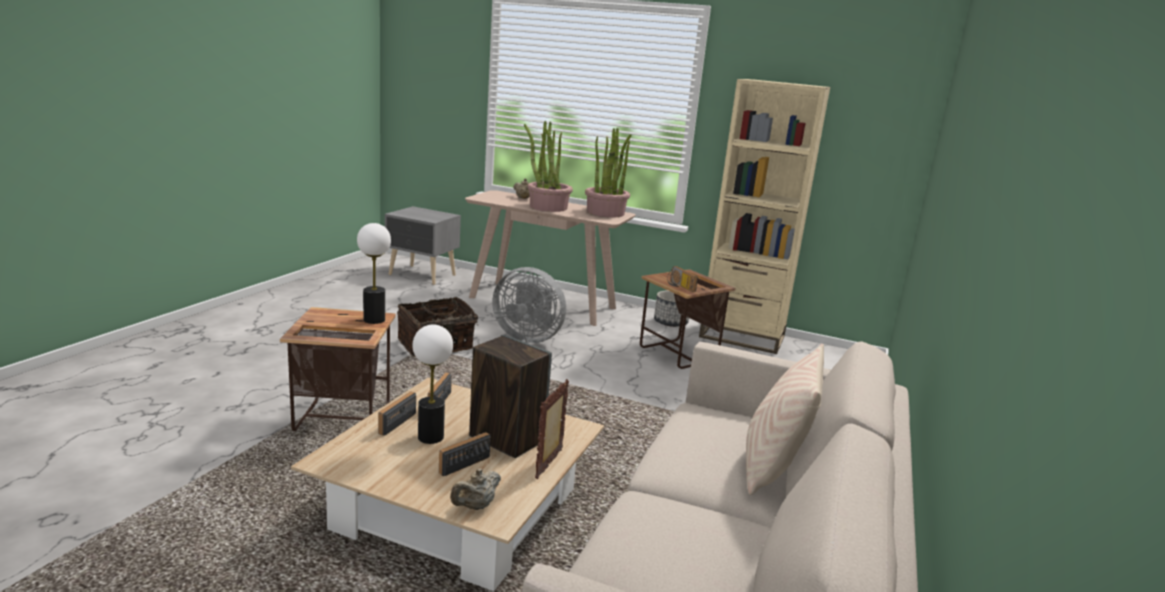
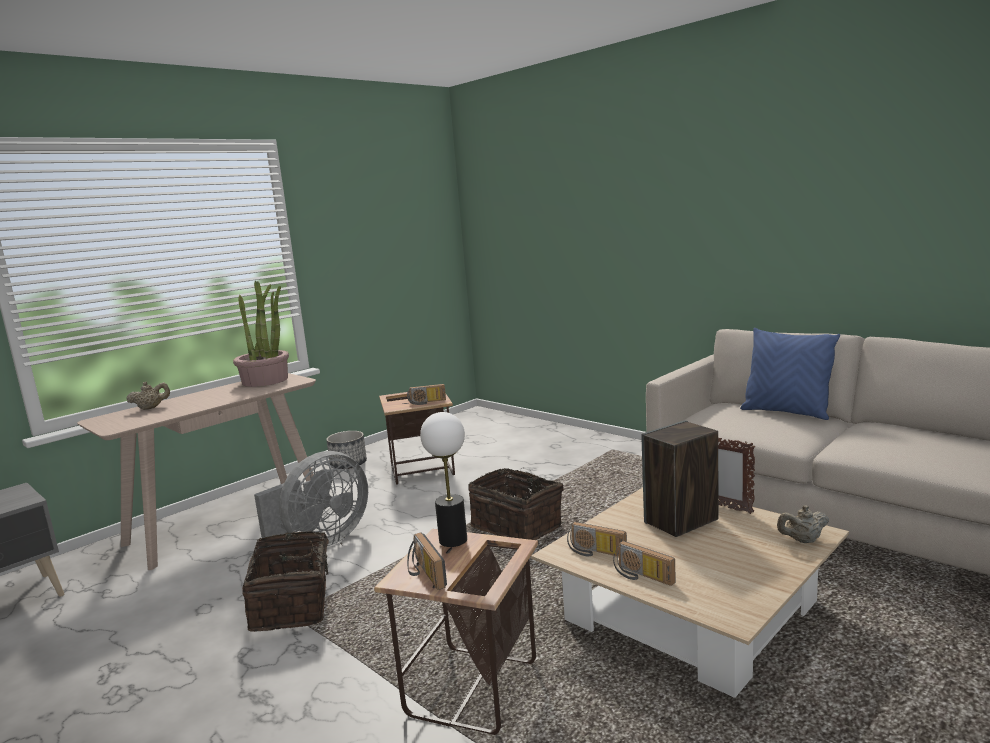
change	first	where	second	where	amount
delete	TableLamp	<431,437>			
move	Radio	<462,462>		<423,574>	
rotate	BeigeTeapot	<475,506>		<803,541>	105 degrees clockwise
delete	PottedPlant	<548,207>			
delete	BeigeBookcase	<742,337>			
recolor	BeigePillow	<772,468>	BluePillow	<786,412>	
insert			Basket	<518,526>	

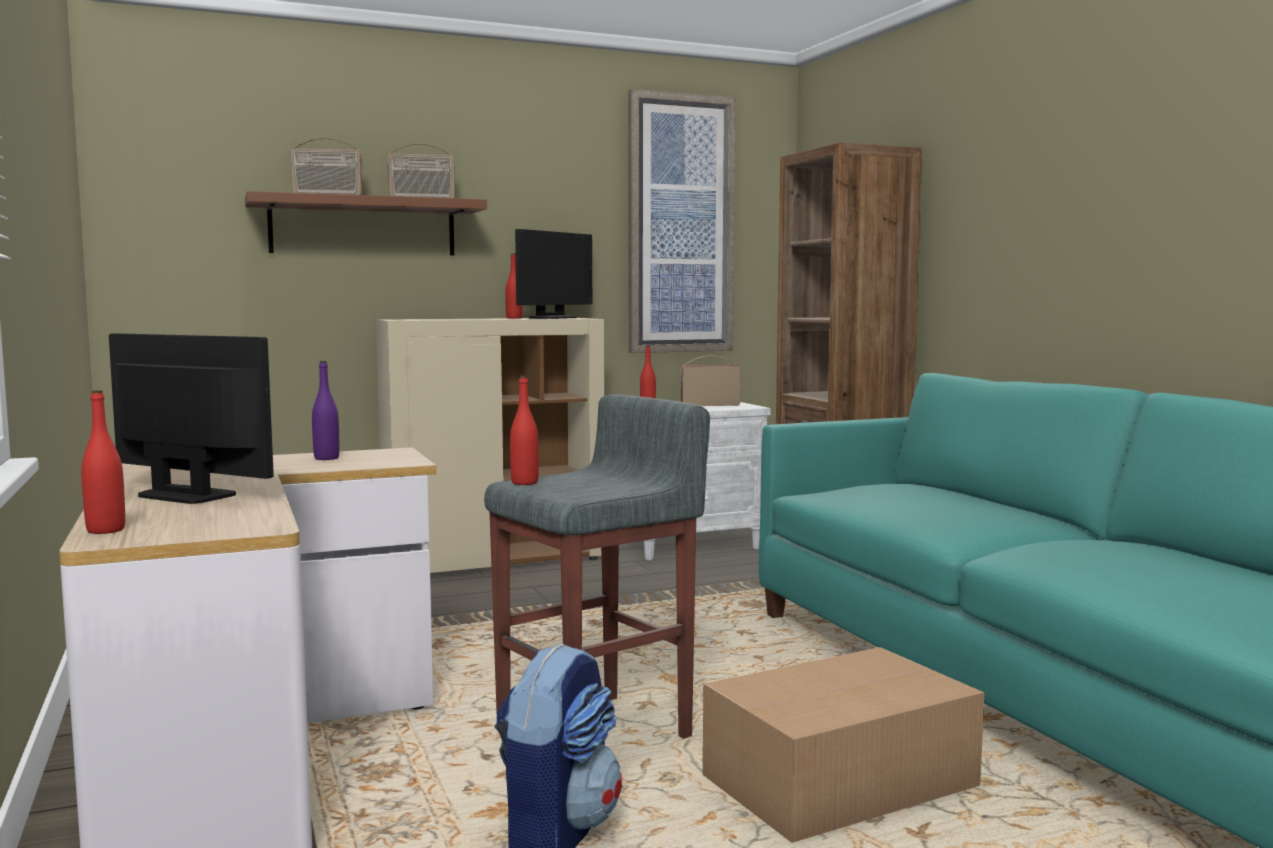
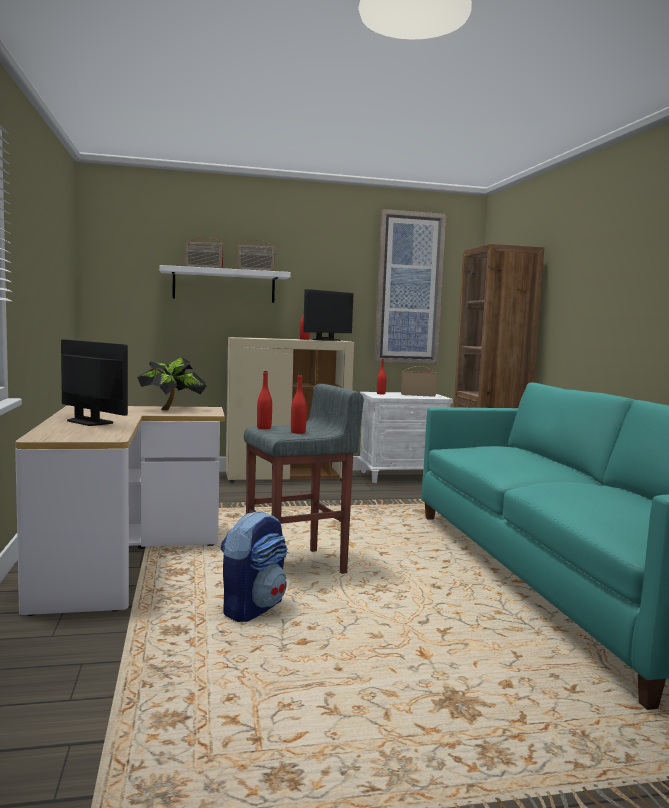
change	first	where	second	where	amount
move	RedBottle	<106,530>		<298,432>	
recolor	BrownShelf	<363,227>	WhiteShelf	<224,285>	
replace	PurpleBottle	<326,458>	PottedPlant	<172,409>	
delete	CardboardBox	<844,781>			

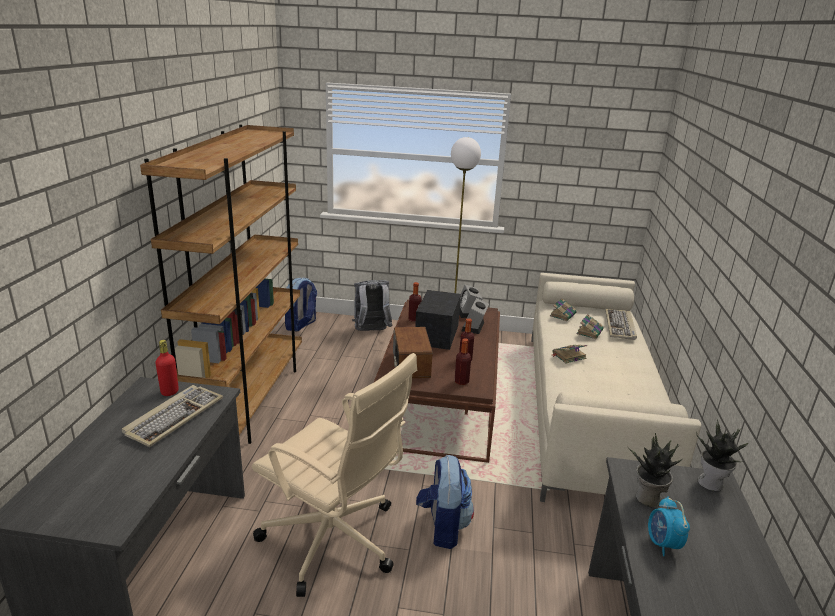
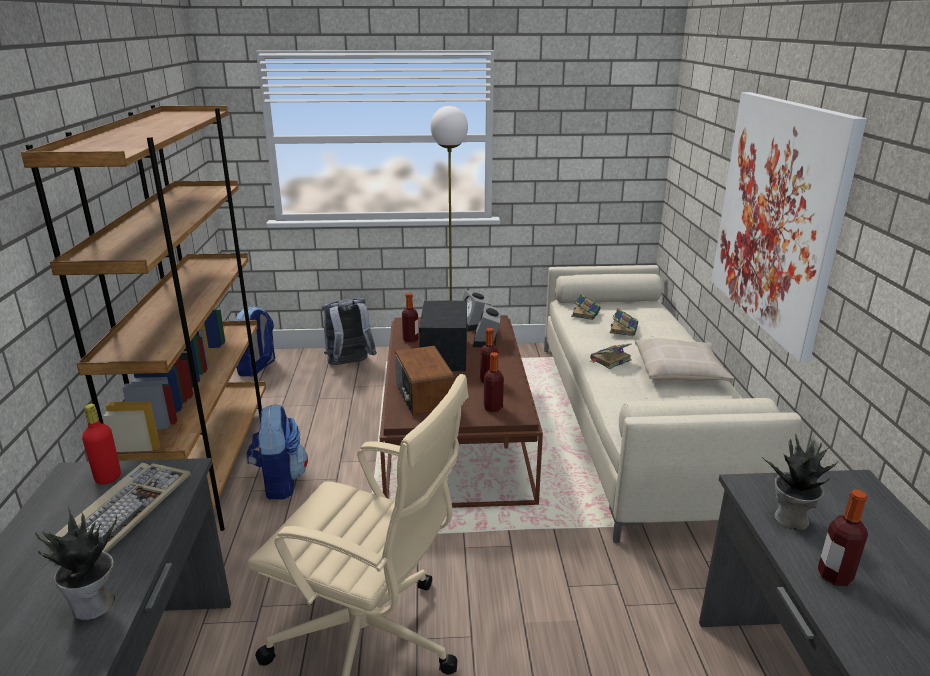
change	first	where	second	where	amount
move	Backpack	<443,527>		<279,482>	
delete	Keyboard	<620,326>			
replace	AlarmClock	<662,544>	Bottle	<834,576>	
move	PottedPlant	<711,483>		<95,605>	
insert			BeigePillow	<680,371>	
insert			Picture	<778,216>	

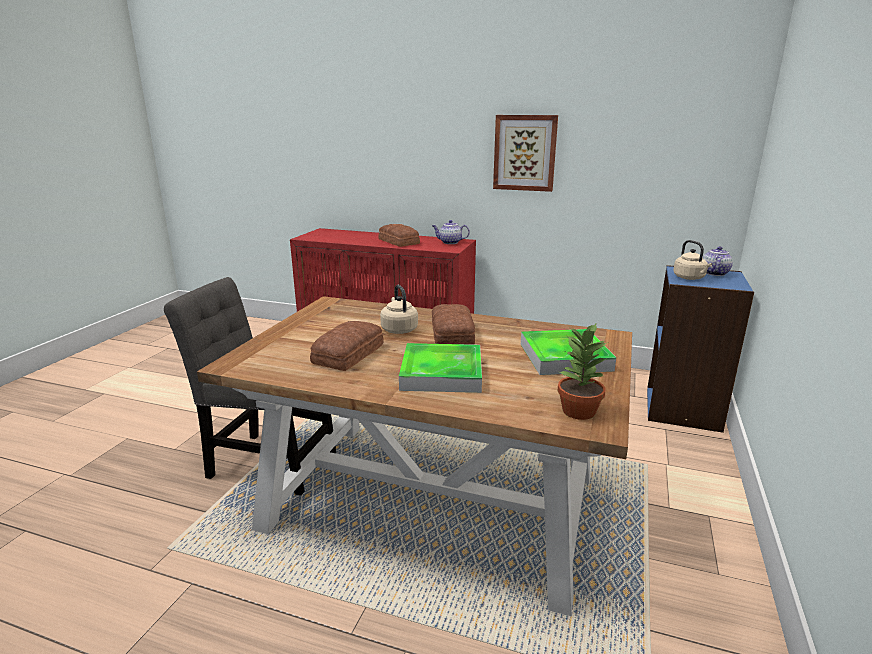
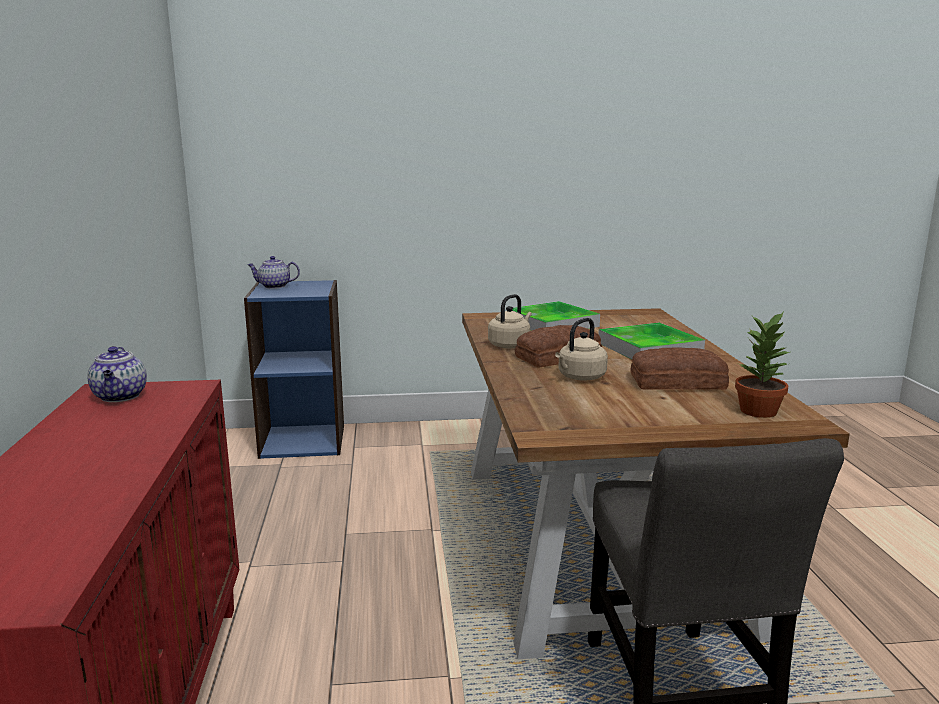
change	first	where	second	where	amount
delete	Bread	<398,242>			
delete	Picture	<525,153>			
move	PottedPlant	<578,411>		<759,411>	
move	BeigeKettle	<690,278>		<510,345>	

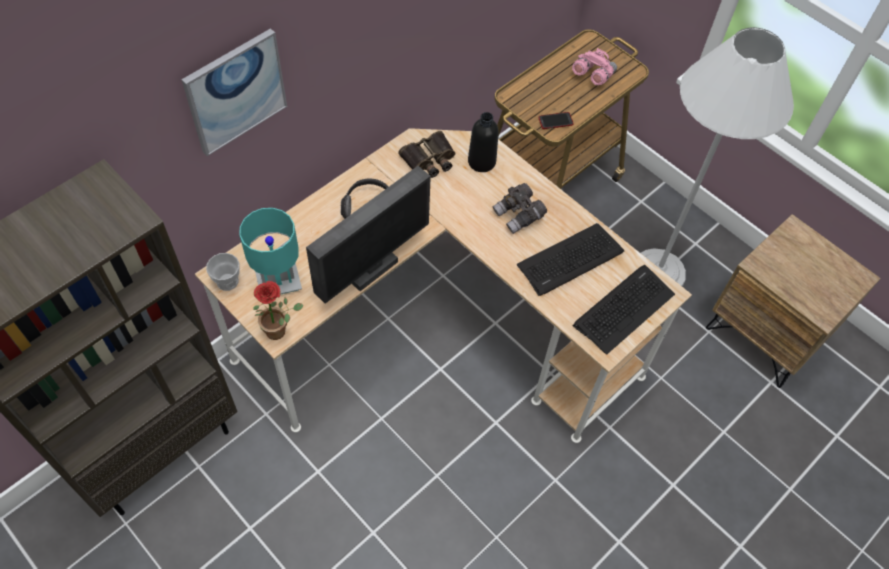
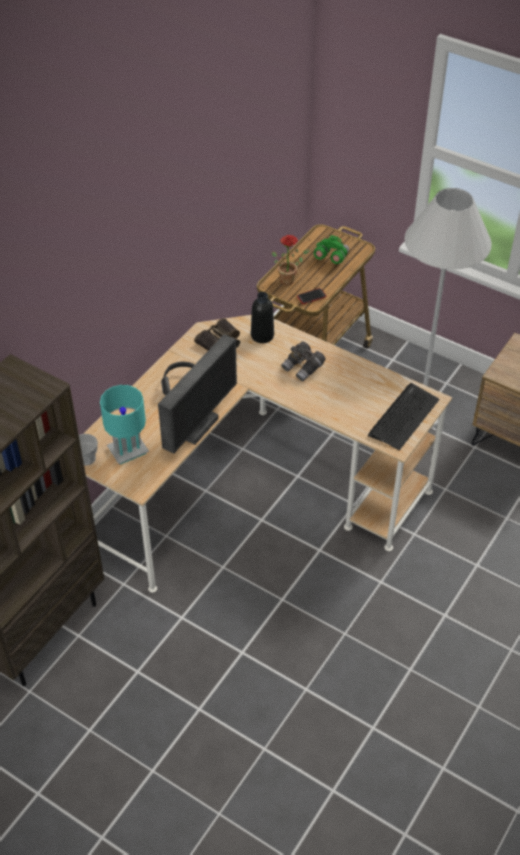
change	first	where	second	where	amount
delete	Picture	<235,91>			
move	PottedPlant	<280,330>		<289,280>	
delete	Keyboard	<570,260>			
recolor	PinkBinoculars	<592,75>	GreenBinoculars	<331,258>	

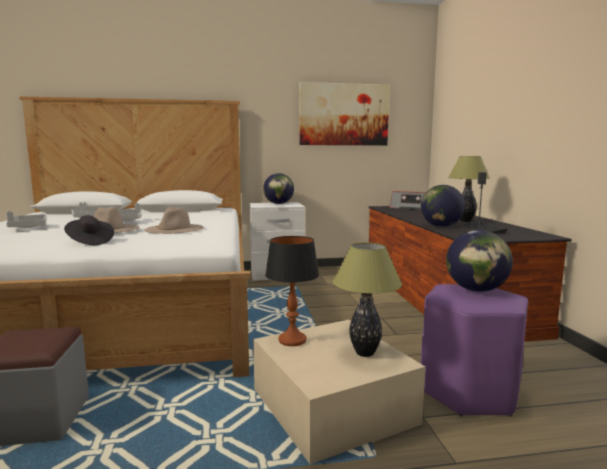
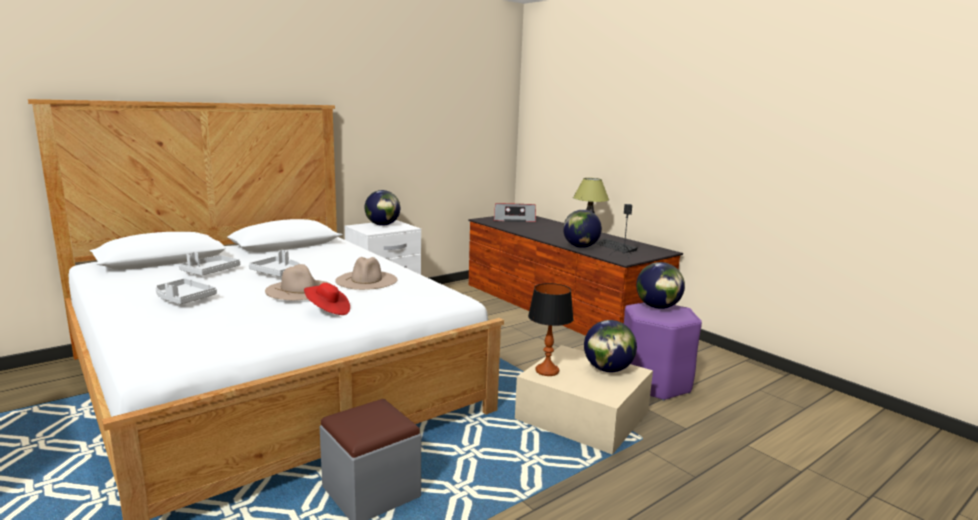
change	first	where	second	where	amount
recolor	BlackHat	<90,242>	RedHat	<327,311>	
delete	Picture	<344,115>			
replace	TableLamp	<364,353>	Globe	<607,369>	

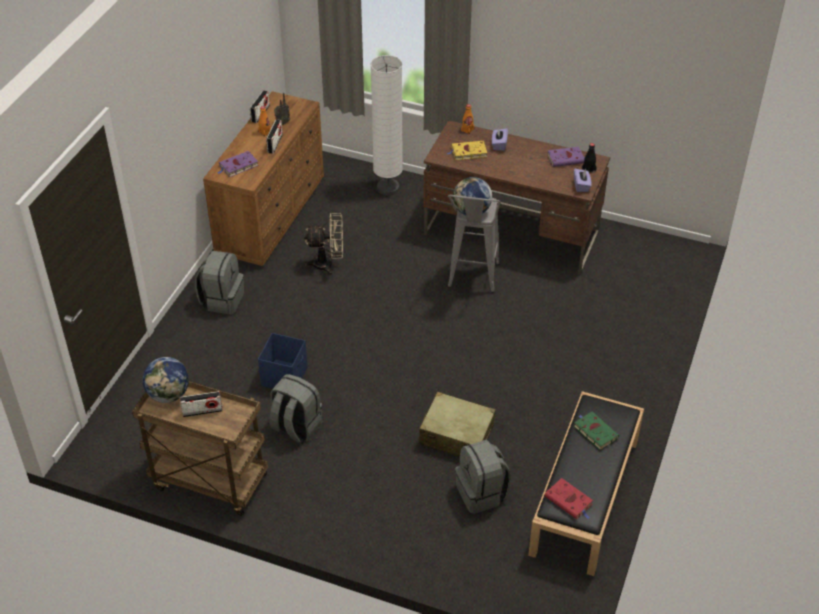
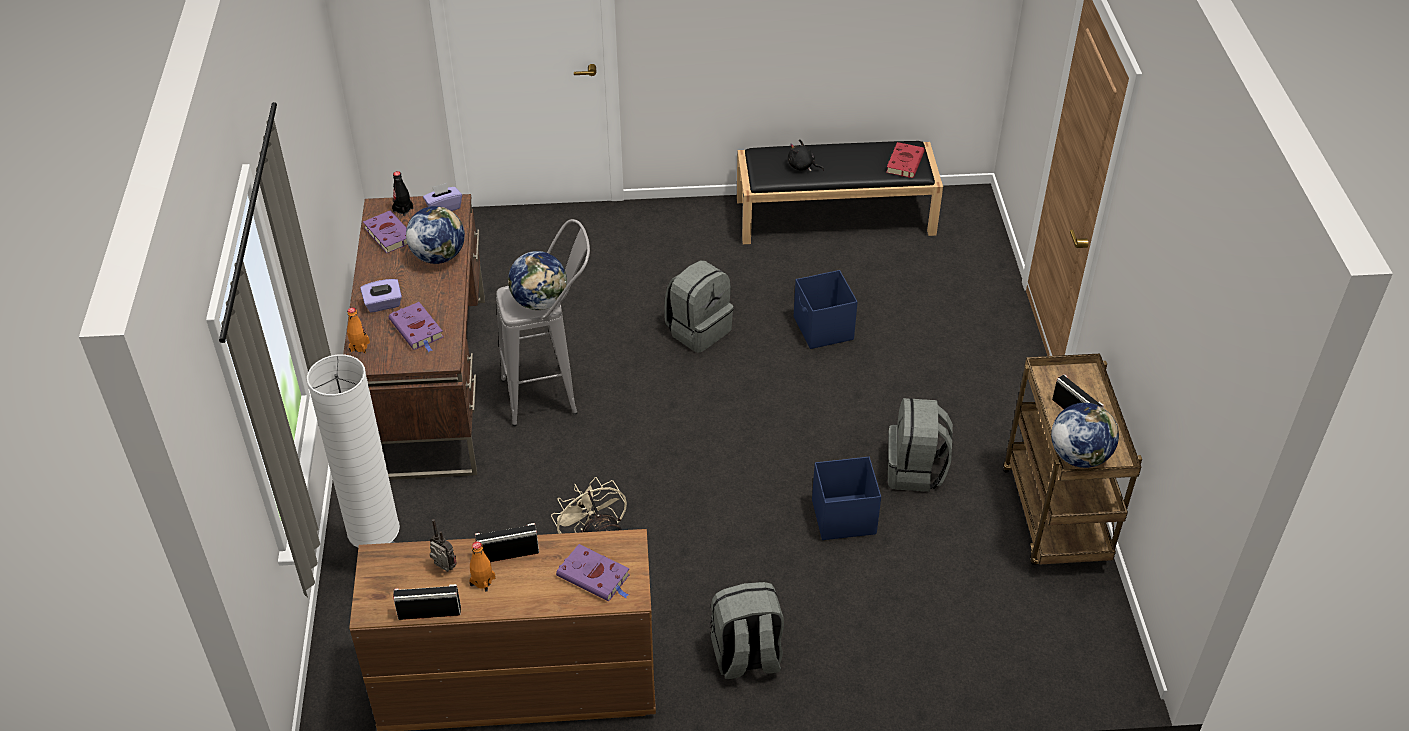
change	first	where	second	where	amount
replace	BeigeSuitcase	<456,435>	BlueStorageBox	<823,329>	
recolor	YellowBook	<468,152>	PurpleBook	<417,330>	
move	GreyBackpack	<482,493>		<698,330>	
replace	GreenBook	<594,431>	BlackPlushToy	<802,166>	
insert			Globe	<438,256>	

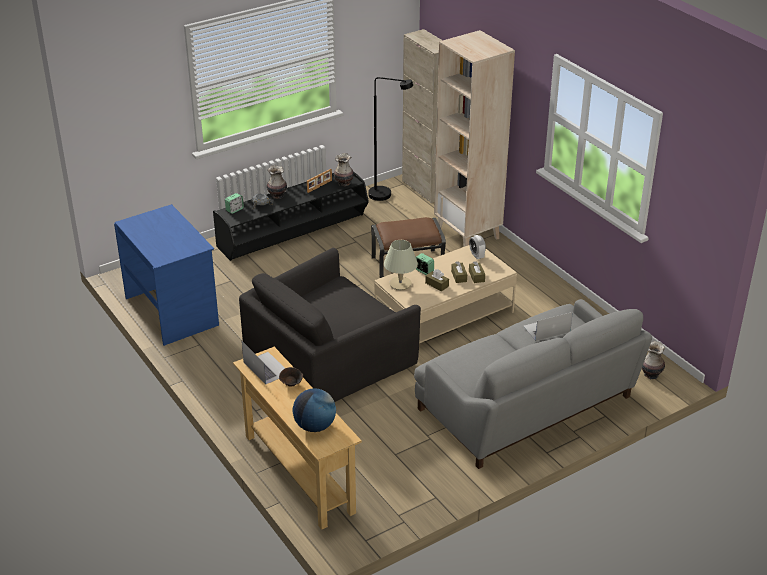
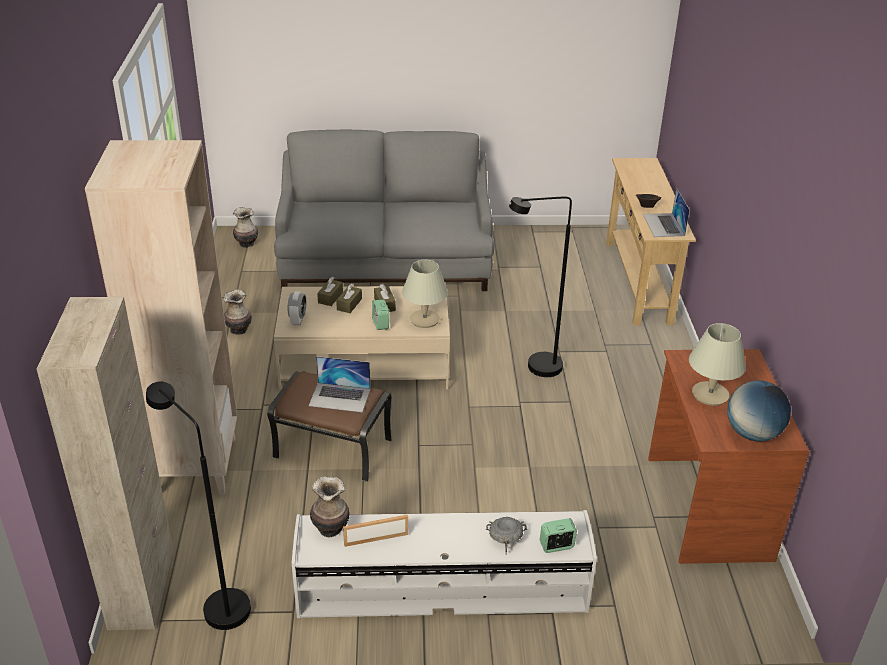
change	first	where	second	where	amount
recolor	BlueDesk	<172,311>	BrownDesk	<706,507>	
recolor	BlackTvStand	<293,233>	WhiteTvStand	<441,585>	
replace	BlackArmchair	<329,357>	BlackFloorLamp	<535,368>	
move	Vase	<277,195>		<239,330>	
move	Globe	<315,426>		<752,433>	
move	Laptop	<546,329>		<340,397>	
insert			BeigeTableLamp	<709,394>	

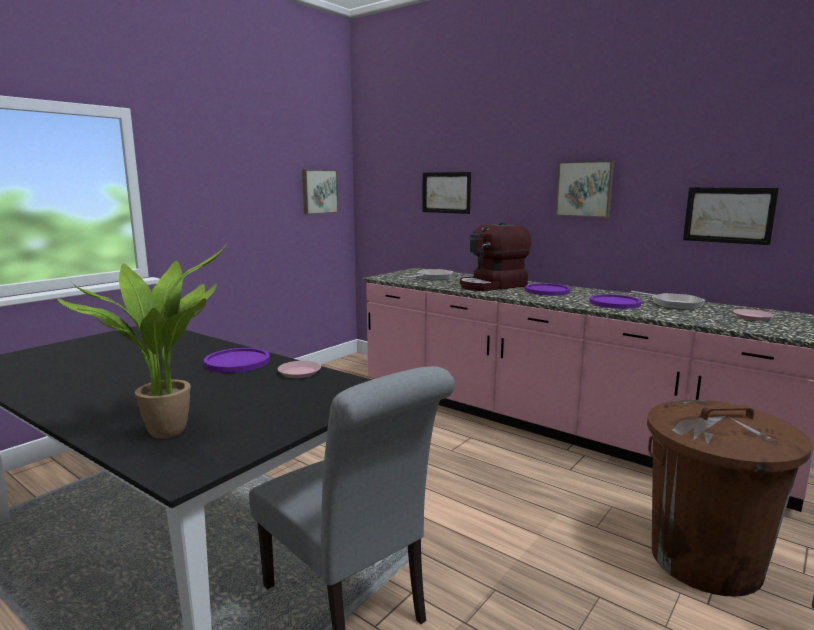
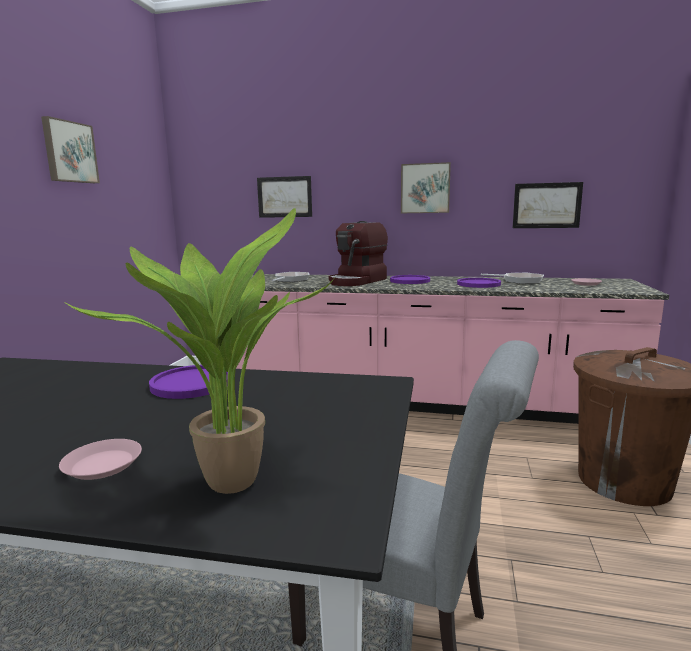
change	first	where	second	where	amount
move	PinkPlate	<300,372>		<103,465>	
move	Picture	<319,191>		<69,152>	

